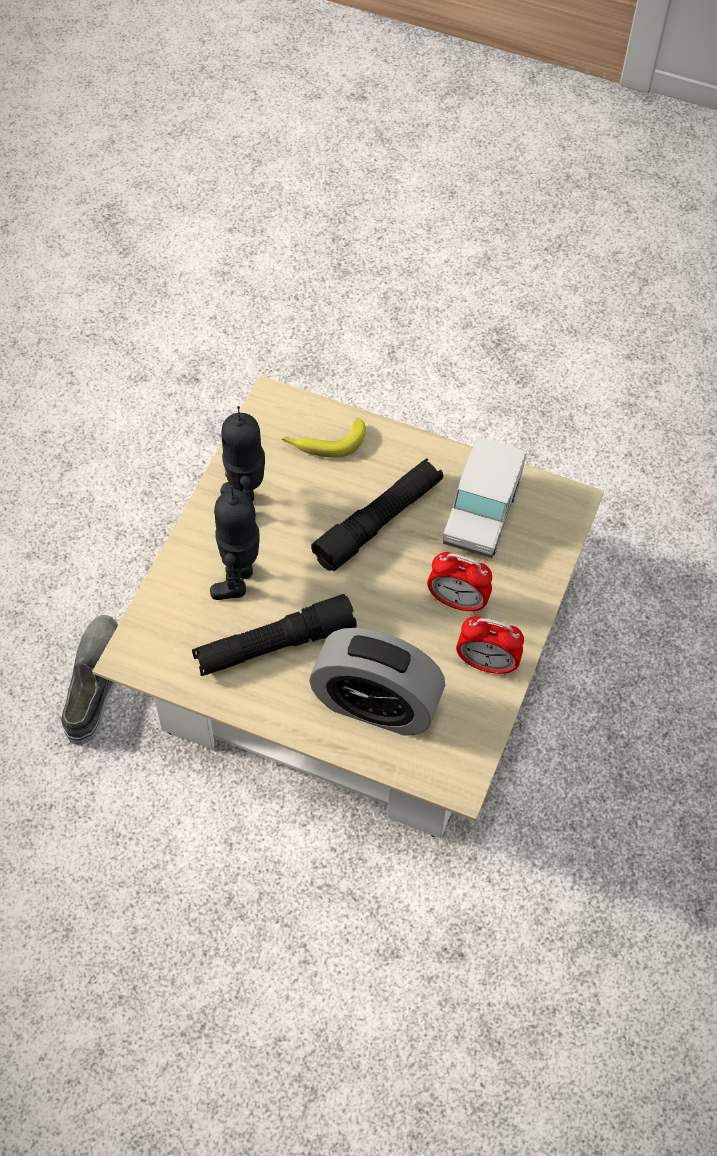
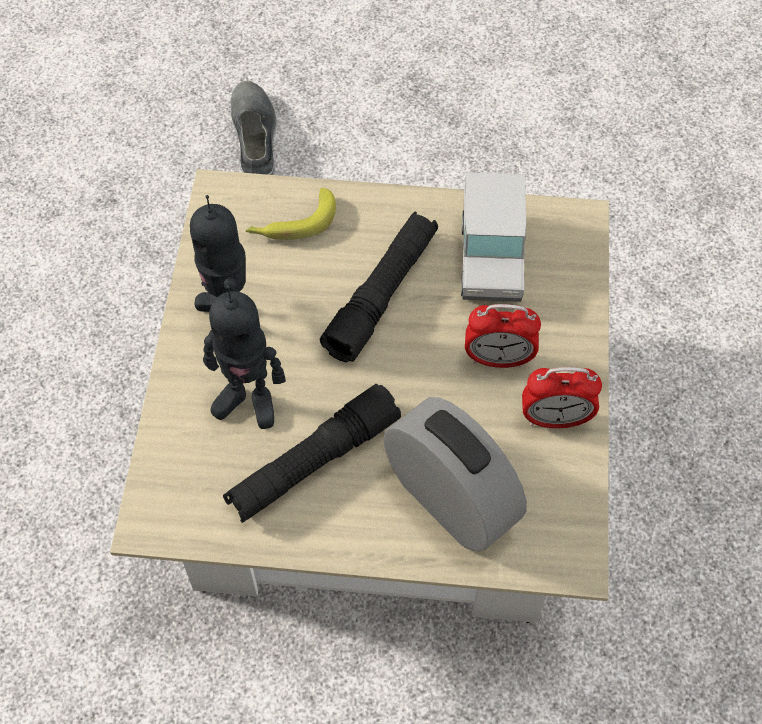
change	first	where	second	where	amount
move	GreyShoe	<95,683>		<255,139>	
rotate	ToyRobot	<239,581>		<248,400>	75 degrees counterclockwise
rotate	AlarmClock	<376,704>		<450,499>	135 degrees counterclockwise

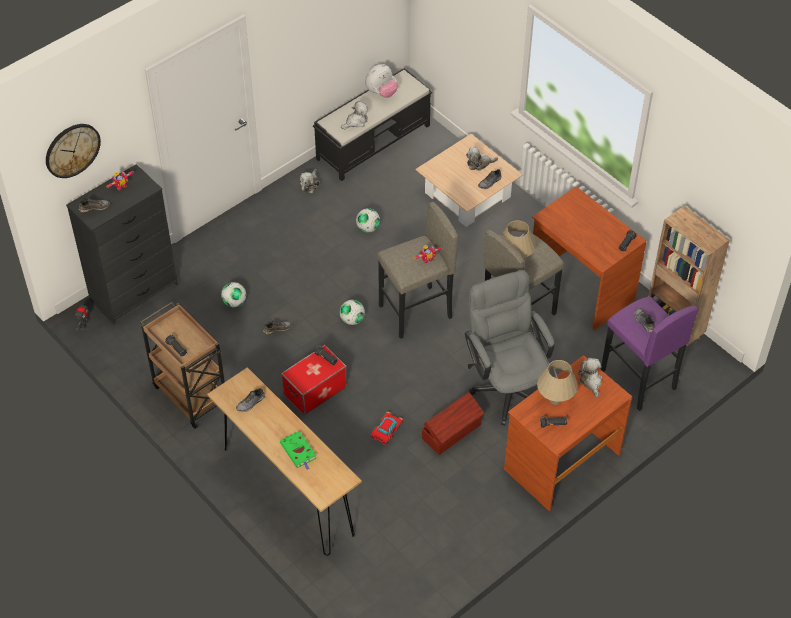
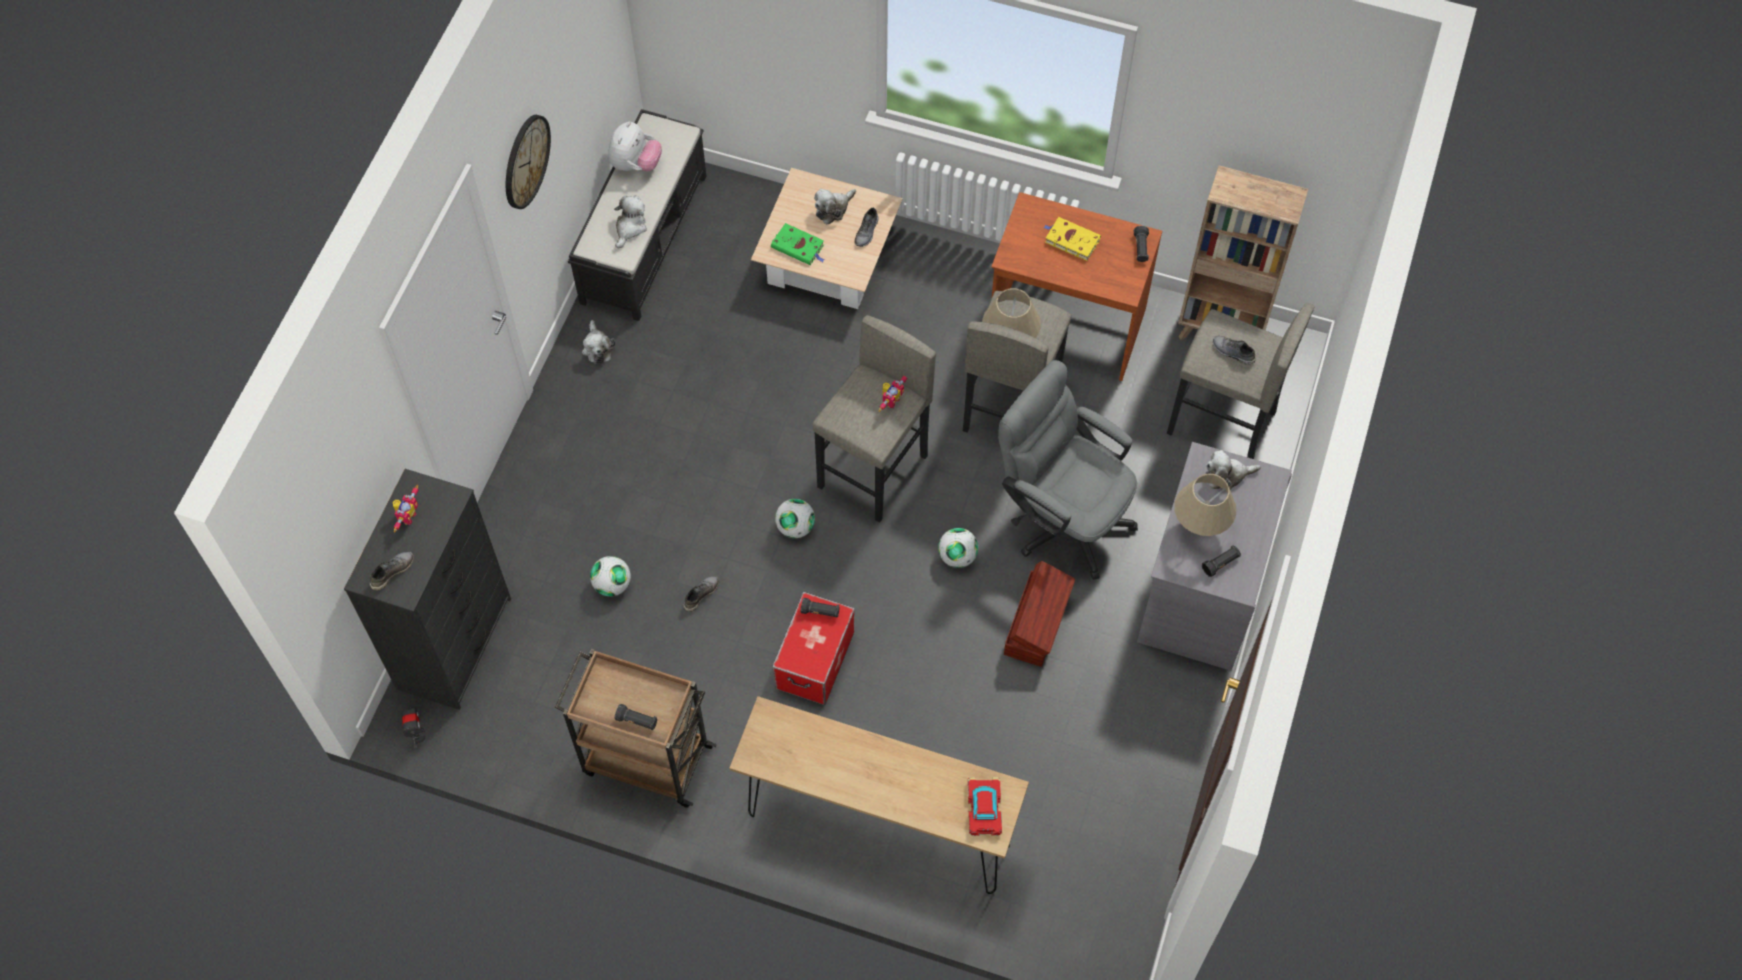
change	first	where	second	where	amount
move	WallClock	<72,150>		<525,161>	
delete	GreyShoe	<251,403>			
move	GreenBook	<299,452>		<799,247>	
move	Football	<368,228>		<957,556>	
move	ToyCar	<386,430>		<983,808>	
recolor	BrownDesk	<561,461>	GreyDesk	<1200,590>	
rotate	PlushToy	<591,381>		<1227,475>	60 degrees counterclockwise
recolor	PurpleStool	<638,379>	GreyStool	<1221,423>	
insert			YellowBook	<1070,240>	

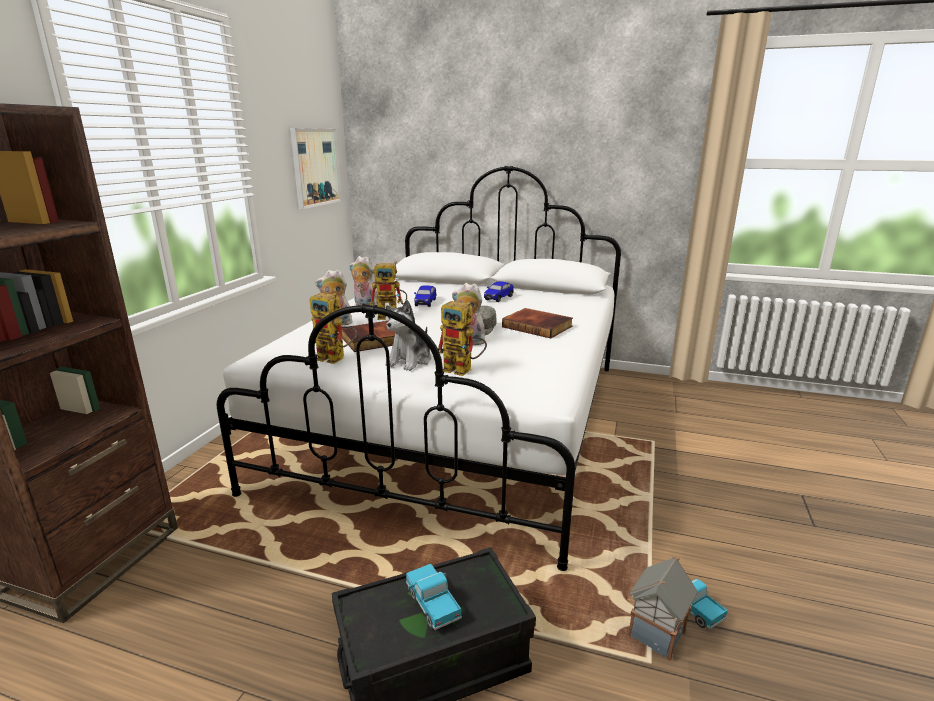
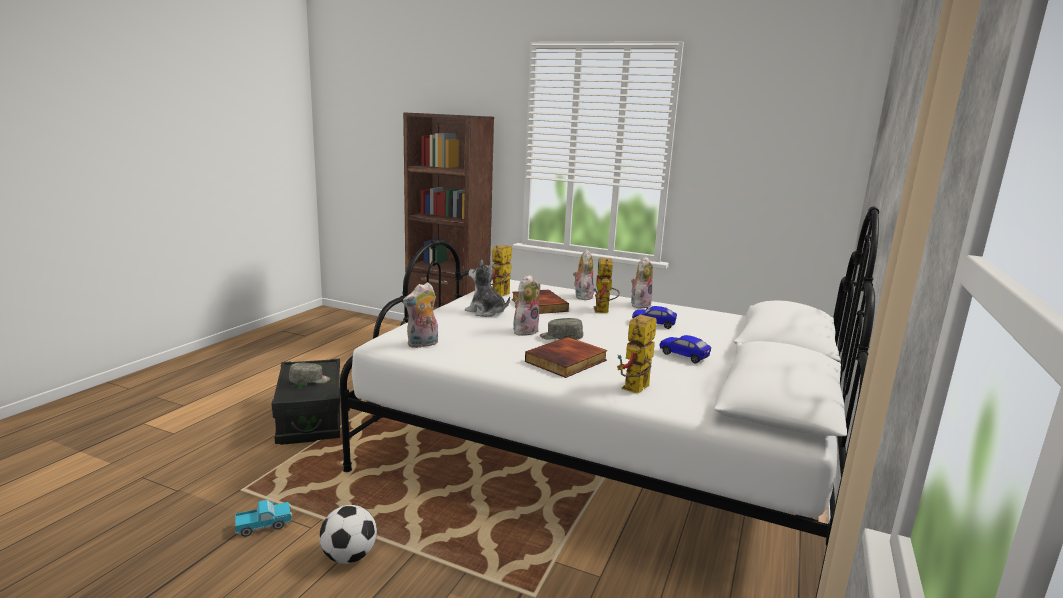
change	first	where	second	where	amount
delete	Picture	<315,167>			
replace	ToyTruck	<432,604>	GreyCap	<310,381>	
move	ToyRobot	<463,370>		<635,390>	
delete	ToyHouse	<656,636>			
insert			Football	<349,556>	
insert			PlushToy	<422,344>	

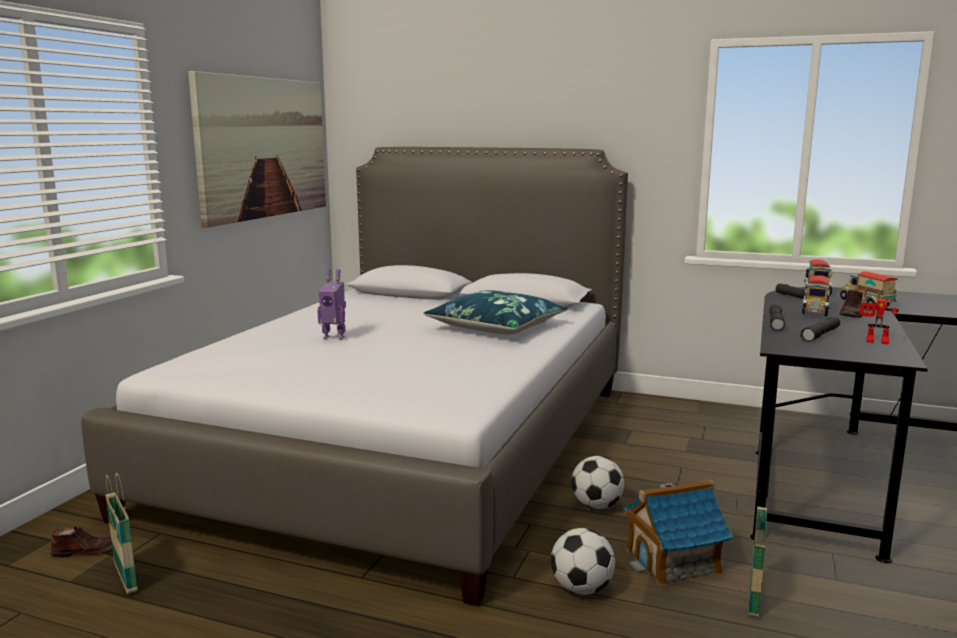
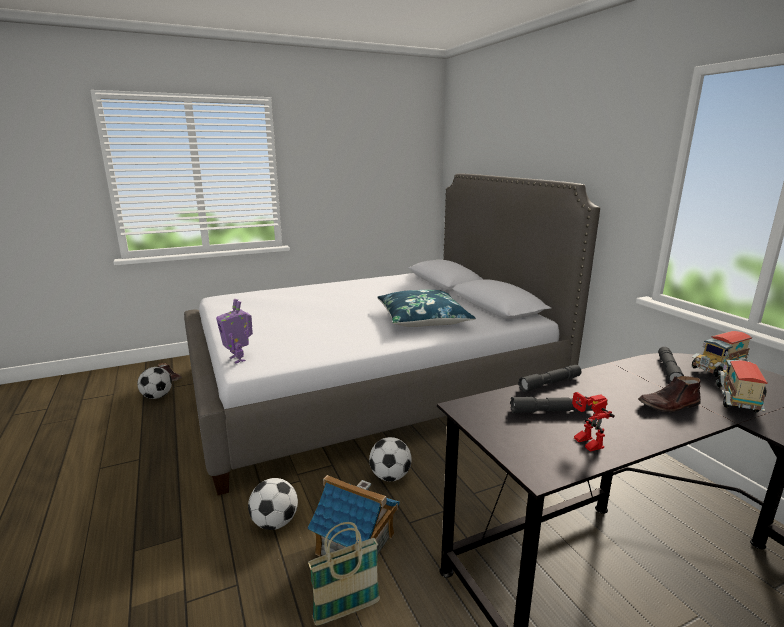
change	first	where	second	where	amount
replace	Basket	<125,578>	Football	<157,396>	
delete	Picture	<263,147>			
move	ToyRobot	<334,337>		<238,359>	
delete	ToyTruck	<814,312>			

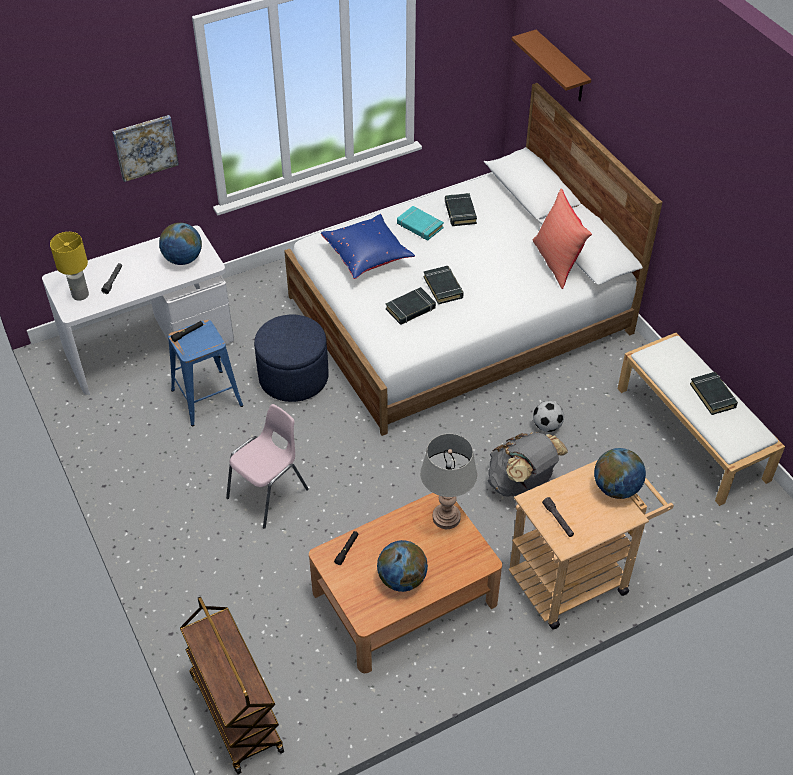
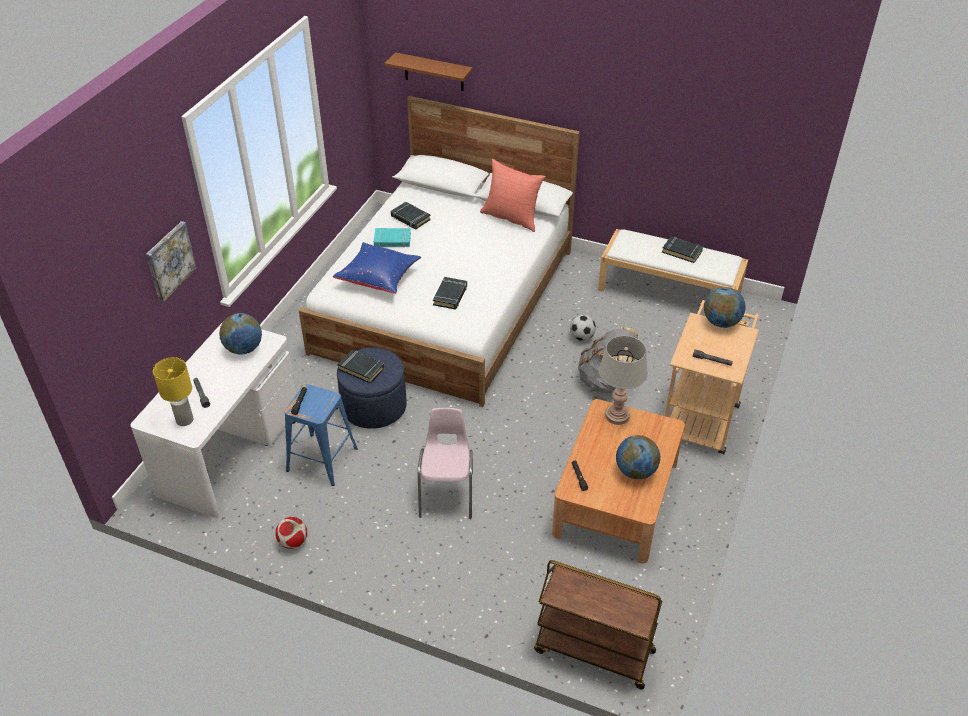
change	first	where	second	where	amount
move	BlackBook	<443,287>		<361,368>	
insert			Football	<293,542>	

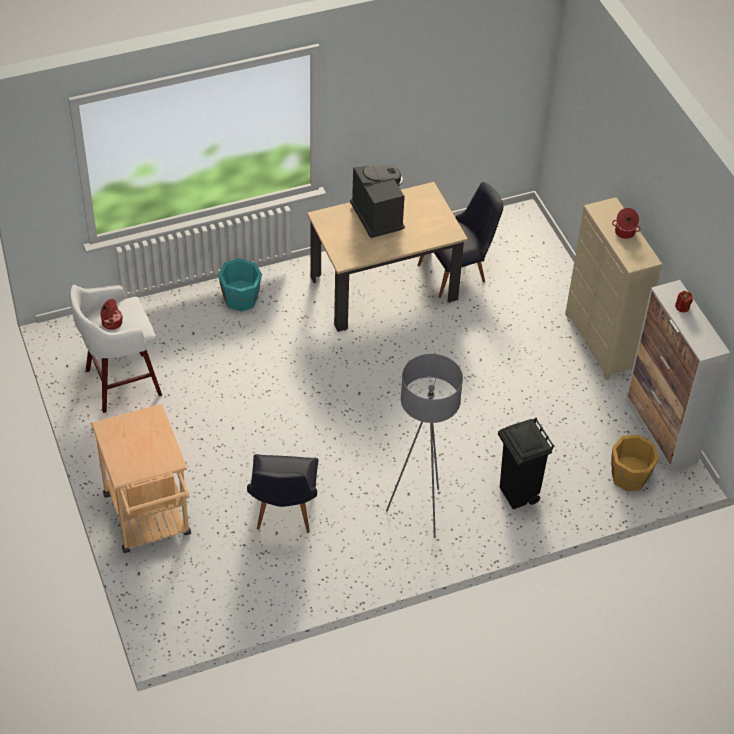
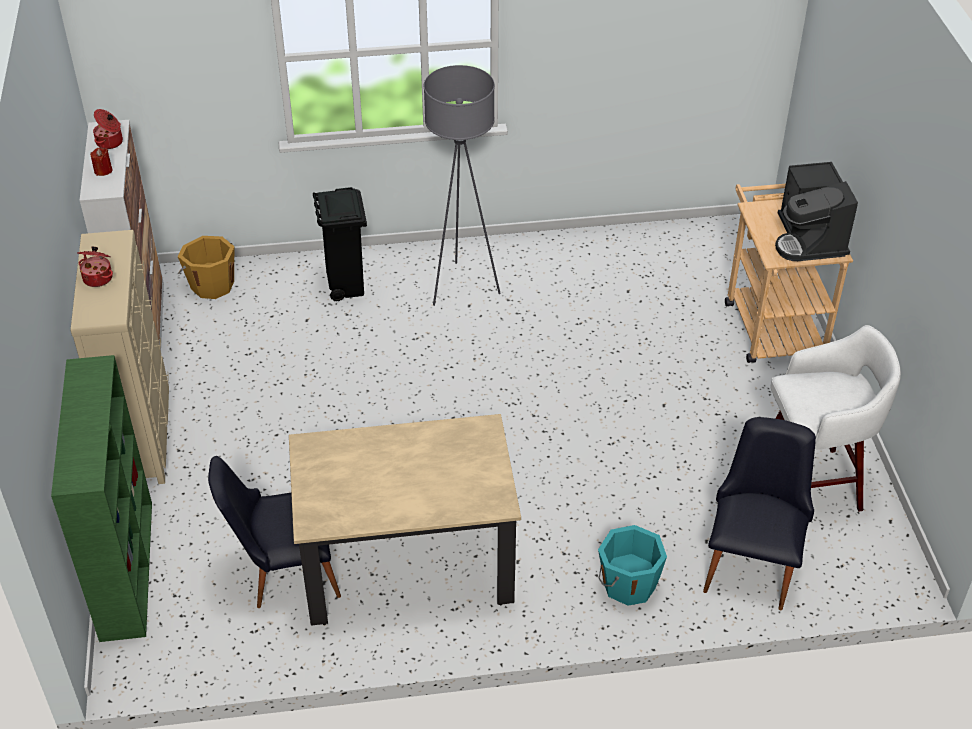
change	first	where	second	where	amount
move	CookingPot	<111,322>		<110,142>	
move	BlackChair	<283,513>		<752,561>	
move	CoffeeMachine	<378,215>		<809,239>	
insert			GreenBookcase	<126,568>	

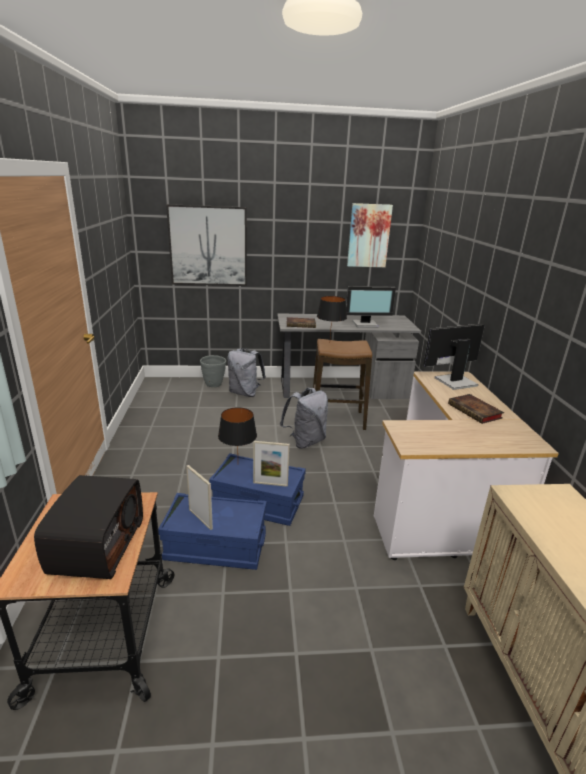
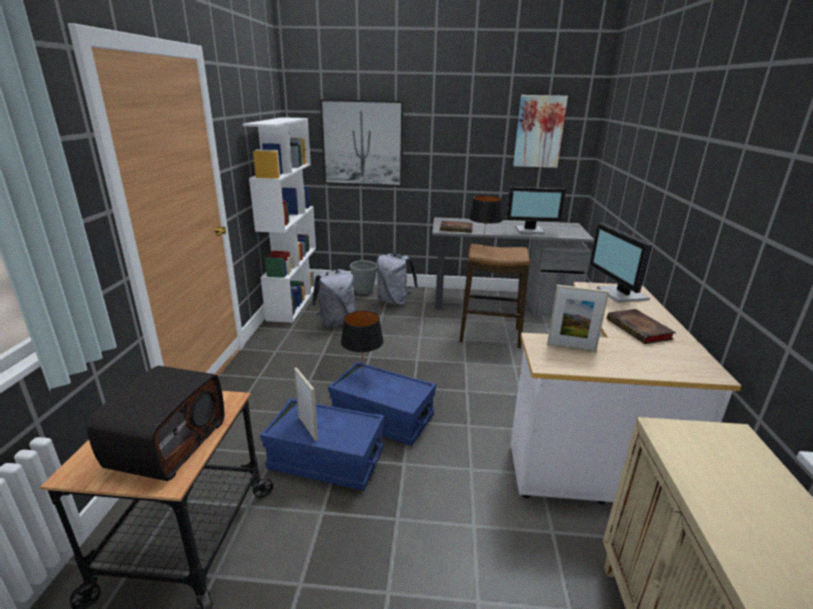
change	first	where	second	where	amount
move	PictureFrame	<270,484>		<571,347>	
move	GreyBackpack	<305,441>		<336,322>	
rotate	Monitor	<454,381>		<620,294>	90 degrees counterclockwise
insert			WhiteBookcase	<293,301>	

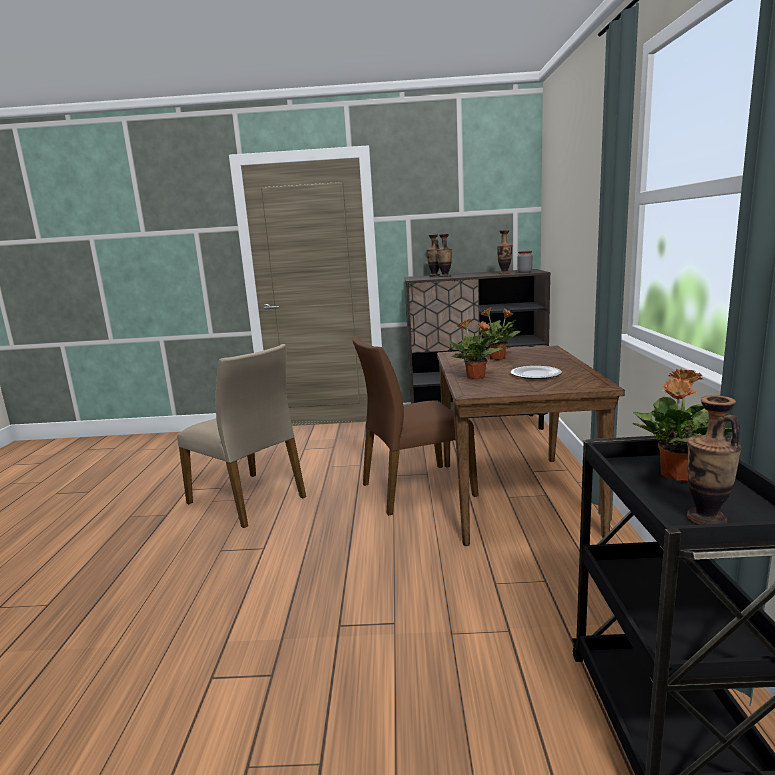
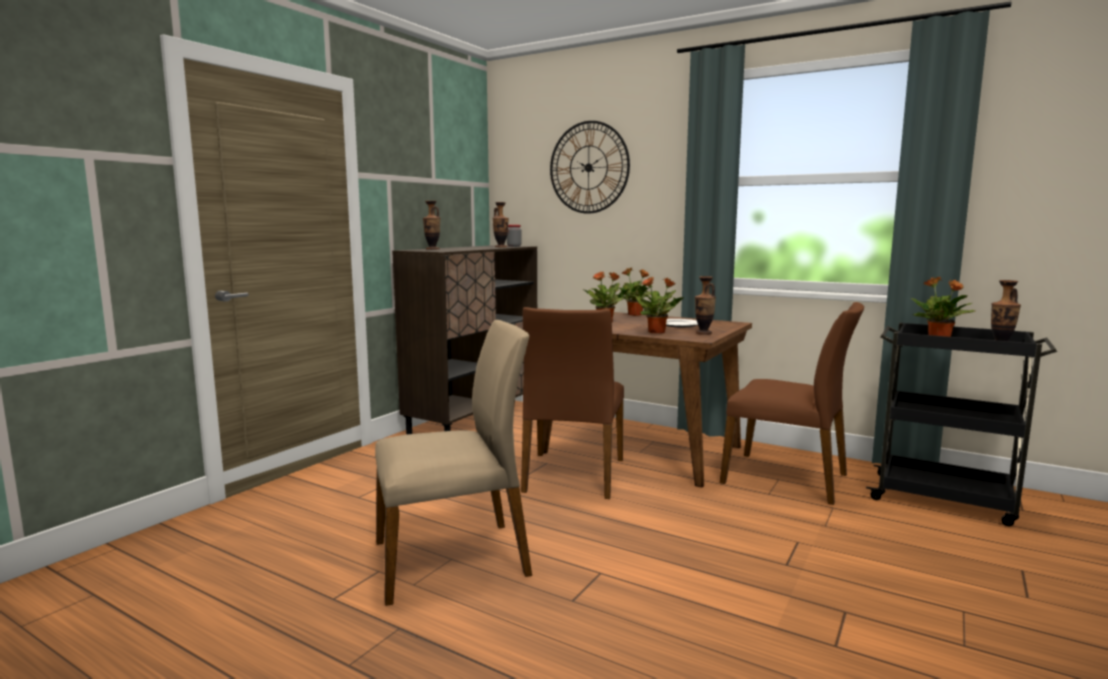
change	first	where	second	where	amount
move	Vase	<445,276>		<703,333>	
insert			WallClock	<588,167>	
insert			PottedPlant	<635,315>	
insert			BrownChair	<786,478>	

